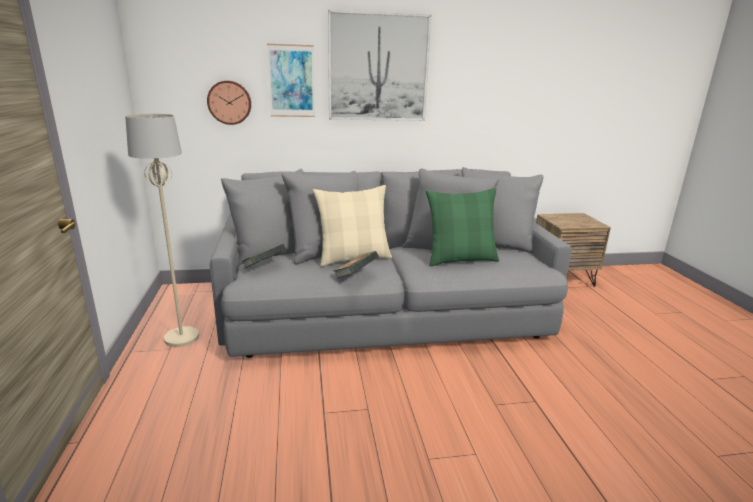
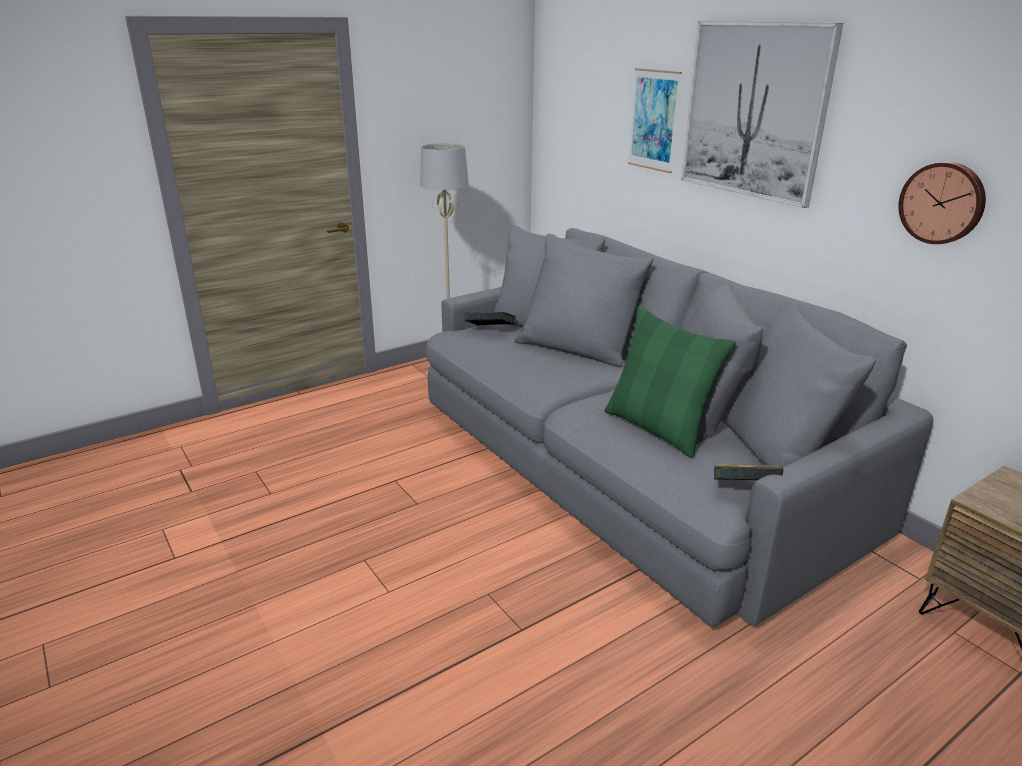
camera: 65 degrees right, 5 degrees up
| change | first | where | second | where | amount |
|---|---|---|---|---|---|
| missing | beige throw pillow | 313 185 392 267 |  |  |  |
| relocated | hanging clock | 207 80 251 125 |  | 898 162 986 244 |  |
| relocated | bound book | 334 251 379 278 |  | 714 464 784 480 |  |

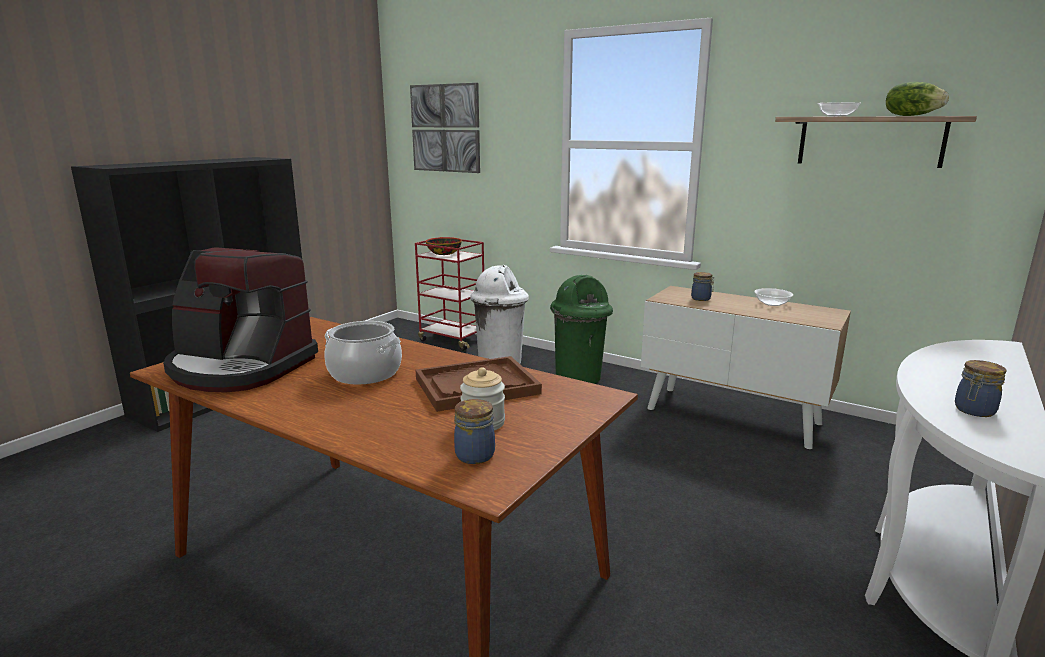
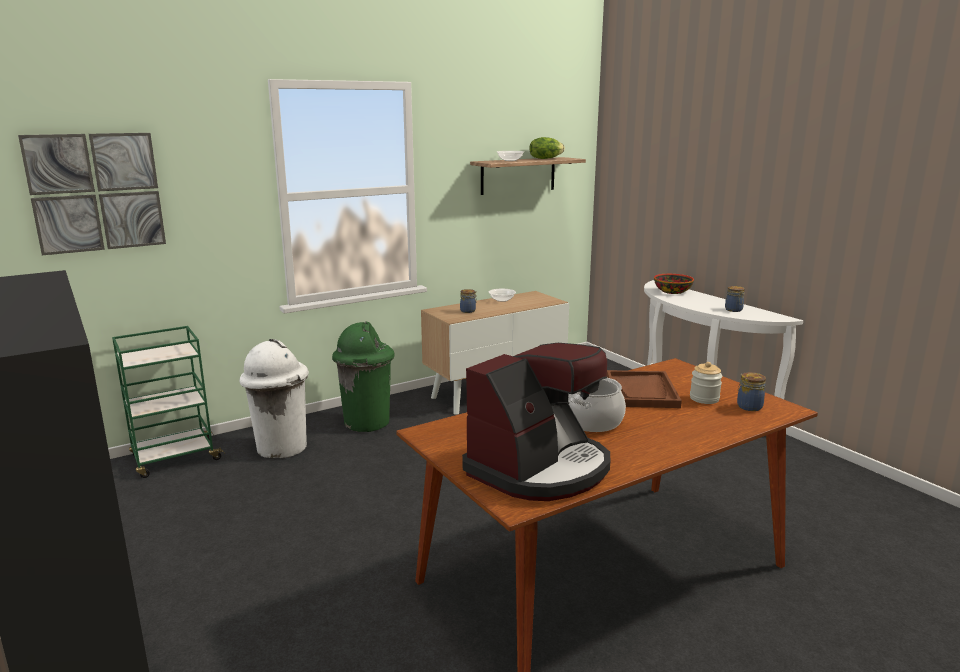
camera: 65 degrees left, 0 degrees up
| change | first | where | second | where | amount |
|---|---|---|---|---|---|
| relocated | serving bowl | 426 237 462 255 |  | 654 274 694 294 |  |
| colour | reddish wheeled cart | 415 239 484 351 | green-coloured wheeled cart | 112 326 225 478 |  |

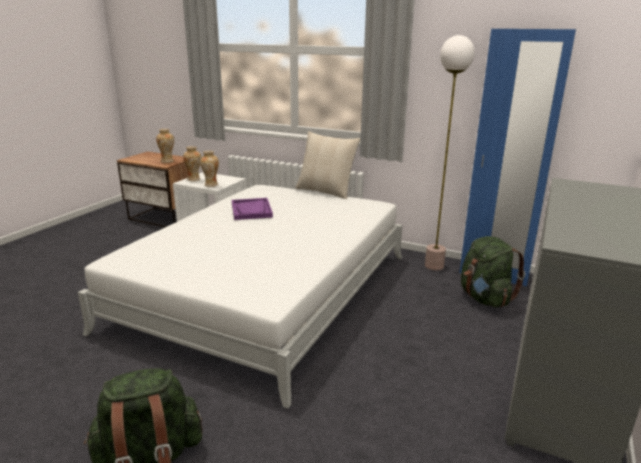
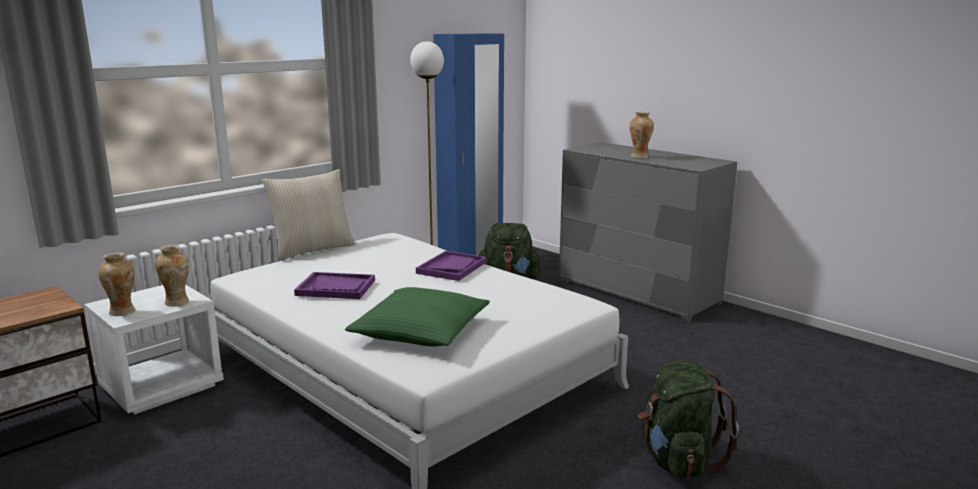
camera: 70 degrees left, 5 degrees down
| change | first | where | second | where | amount |
|---|---|---|---|---|---|
| appeared |  |  | green-coloured throw pillow | 345 287 490 347 |  |
| appeared |  |  | purple serving tray | 416 251 486 281 |  |
| relocated | vase | 156 129 174 163 |  | 630 112 654 159 |  |

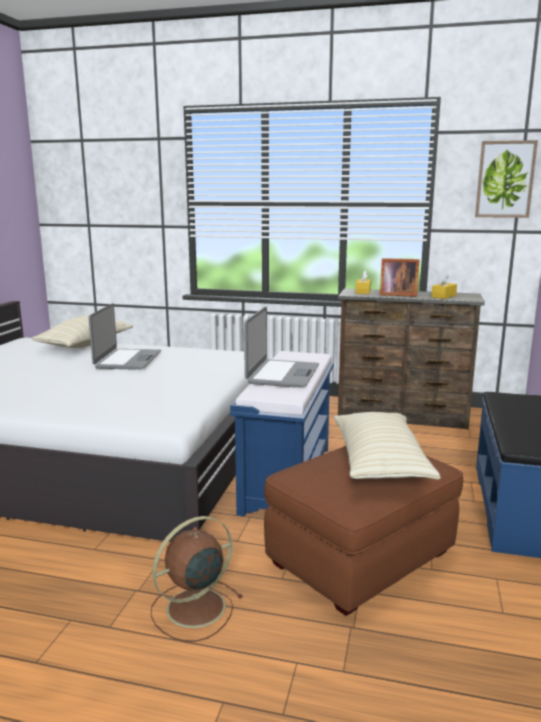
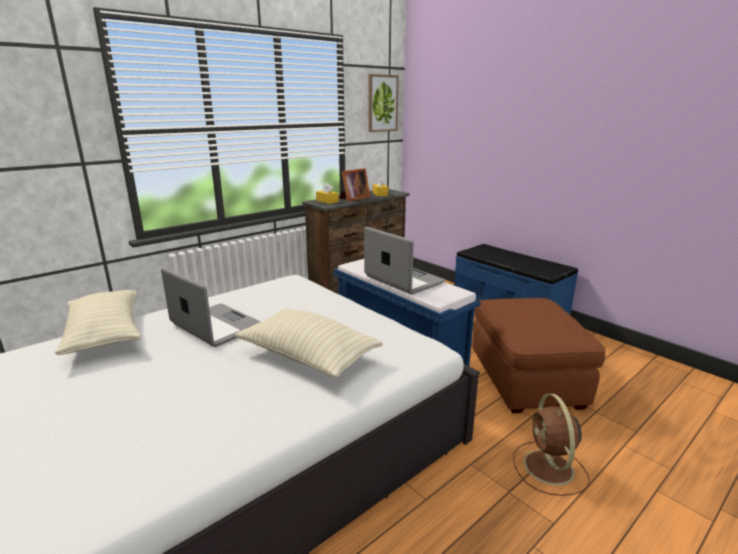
camera: 55 degrees left, 5 degrees up
| change | first | where | second | where | amount |
|---|---|---|---|---|---|
| relocated | beige throw pillow | 334 412 441 480 |  | 234 308 383 378 |  |

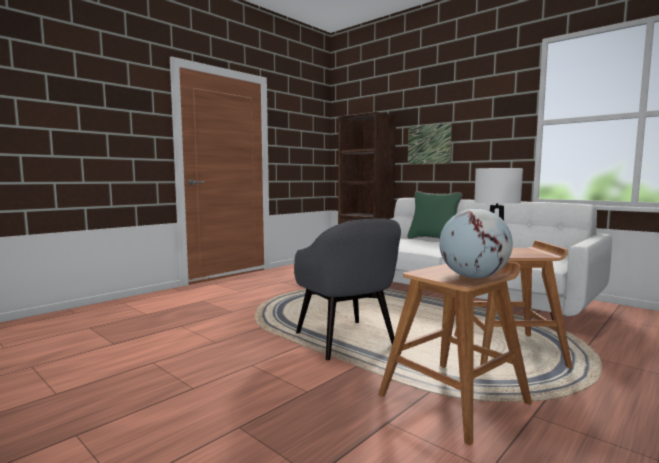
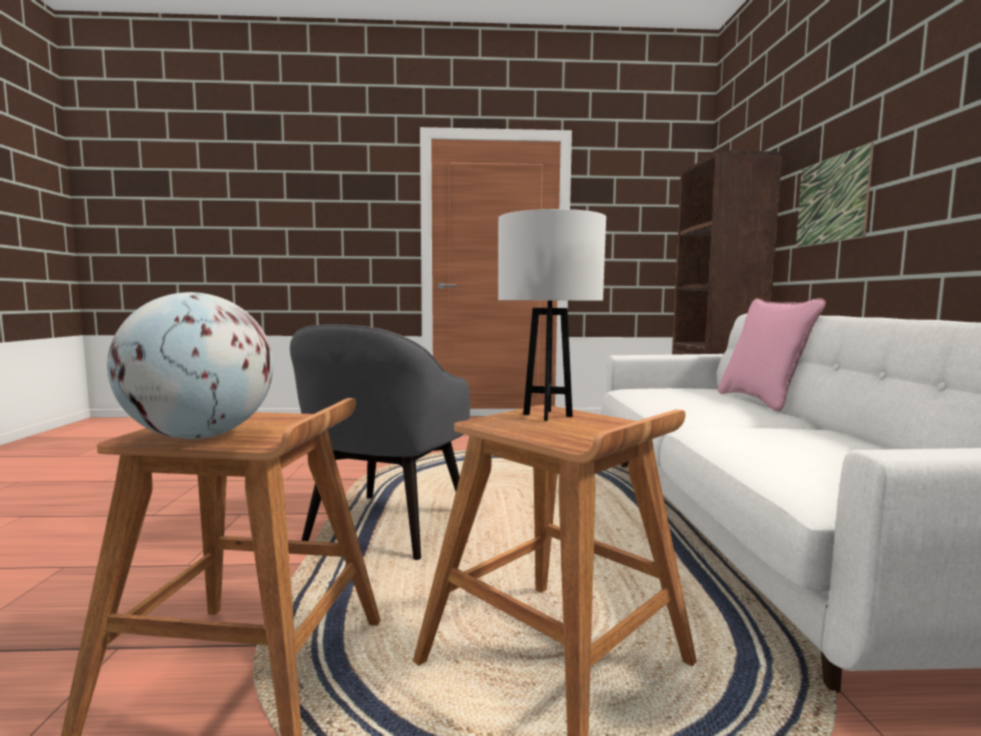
camera: 45 degrees right, 0 degrees up
| change | first | where | second | where | amount |
|---|---|---|---|---|---|
| colour | green-coloured throw pillow | 407 191 462 239 | pink-coloured throw pillow | 718 298 825 411 |  |

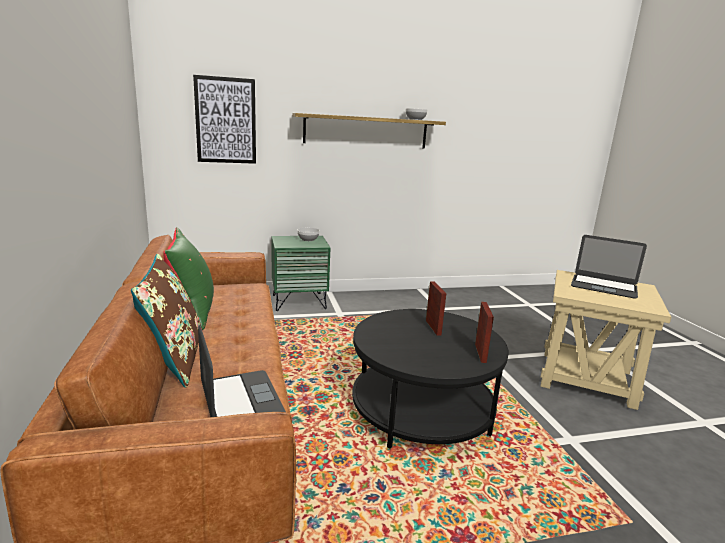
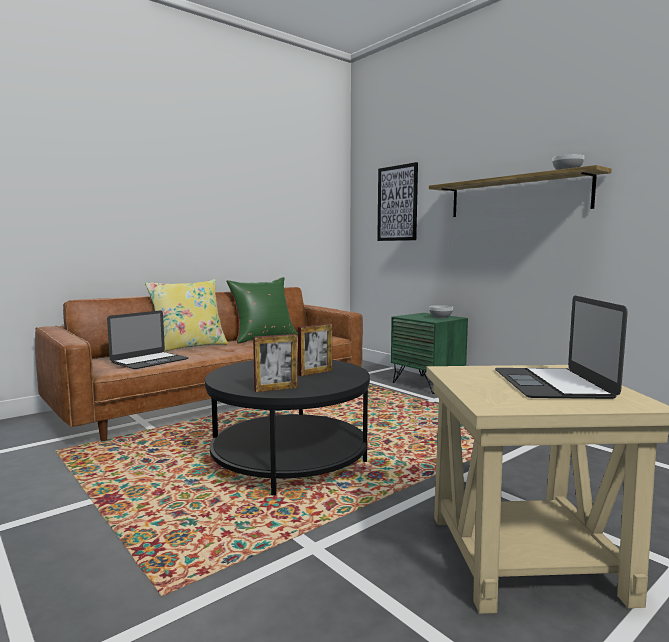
camera: 65 degrees right, 10 degrees down
| change | first | where | second | where | amount |
|---|---|---|---|---|---|
| colour | brownish throw pillow | 131 254 200 388 | yellowish throw pillow | 145 279 228 352 |  |

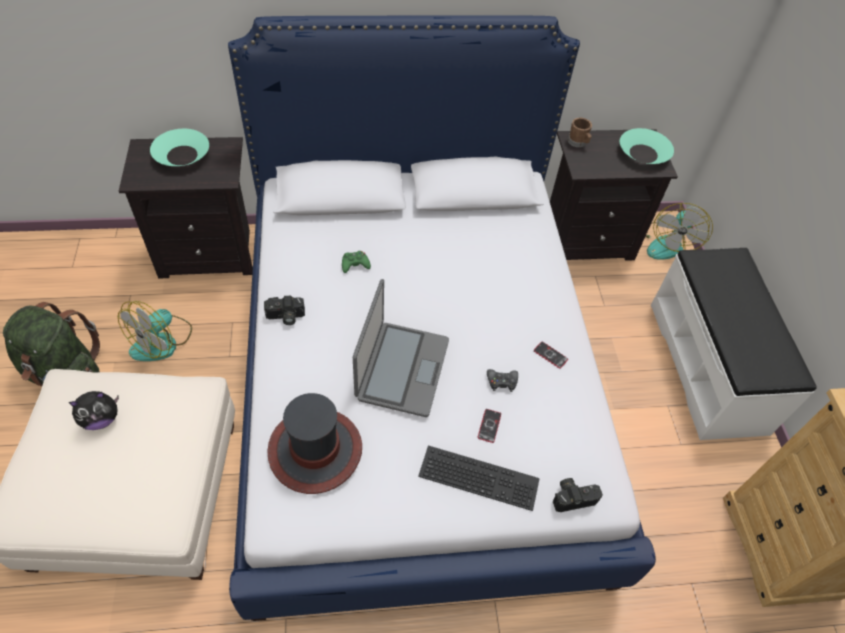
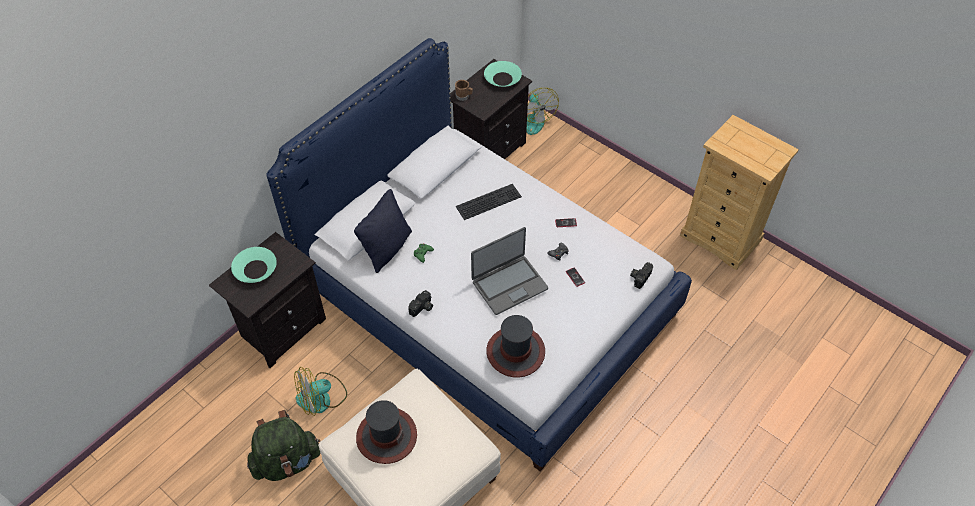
camera: 40 degrees left, 0 degrees up
| change | first | where | second | where | amount |
|---|---|---|---|---|---|
| missing | whitish long seat | 651 248 817 440 |  |  |  |
| appeared |  |  | blackish throw pillow | 354 189 412 273 |  |
| relocated | PC keyboard | 418 445 540 511 |  | 456 184 522 220 |  |
| exchanged | cuddly toy | 69 391 119 430 | hat | 356 400 417 464 |  |
| spun | fan | 118 301 192 361 |  | 294 367 347 416 | 75 degrees clockwise |
| spun | notebook computer | 353 279 449 417 |  | 471 227 548 315 | 90 degrees clockwise |

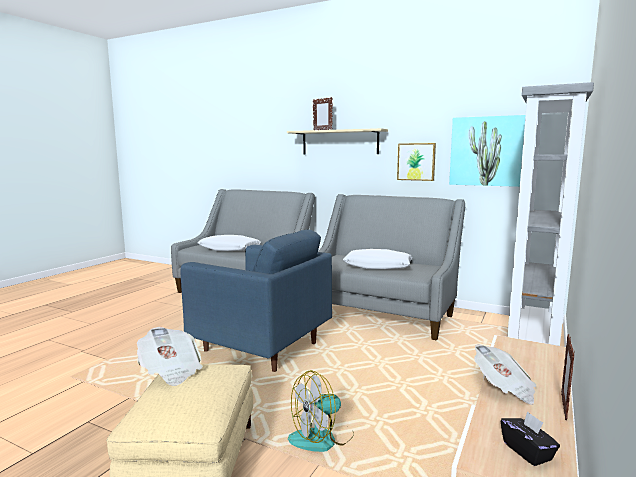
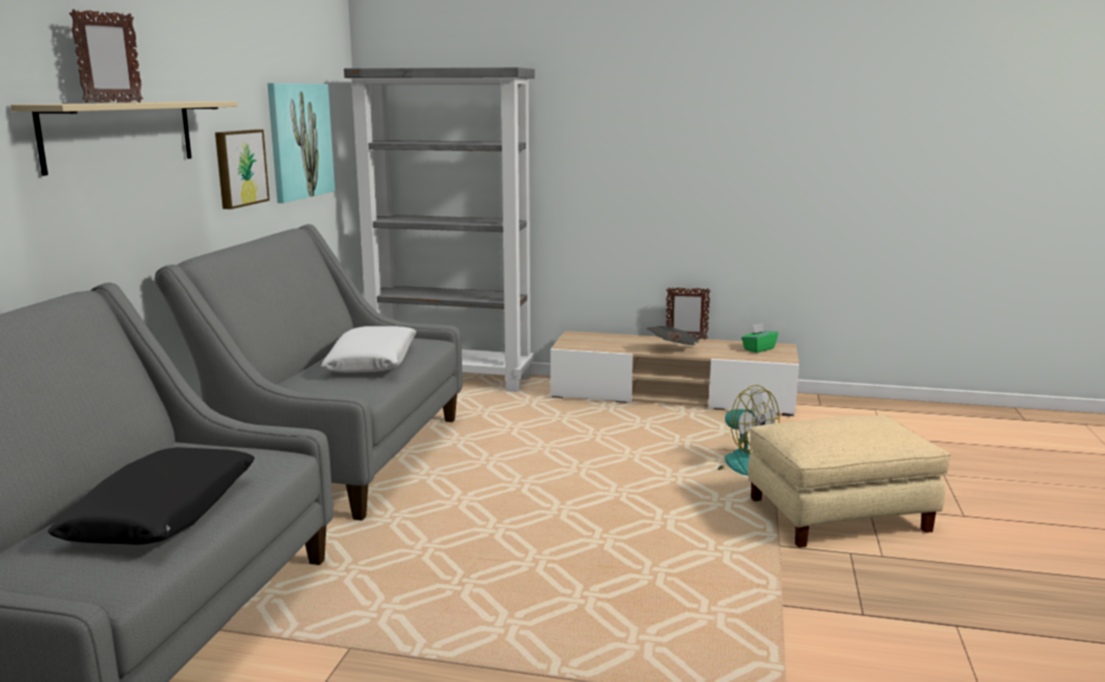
camera: 105 degrees left, 5 degrees up
| change | first | where | second | where | amount |
|---|---|---|---|---|---|
| missing | daily paper | 137 327 203 386 |  |  |  |
| missing | blue armchair | 181 229 332 372 |  |  |  |
| colour | whitish throw pillow | 197 235 261 251 | blackish throw pillow | 48 447 255 545 |  |
| colour | blackish box of tissues | 501 411 560 466 | green-coloured box of tissues | 741 323 778 353 |  |

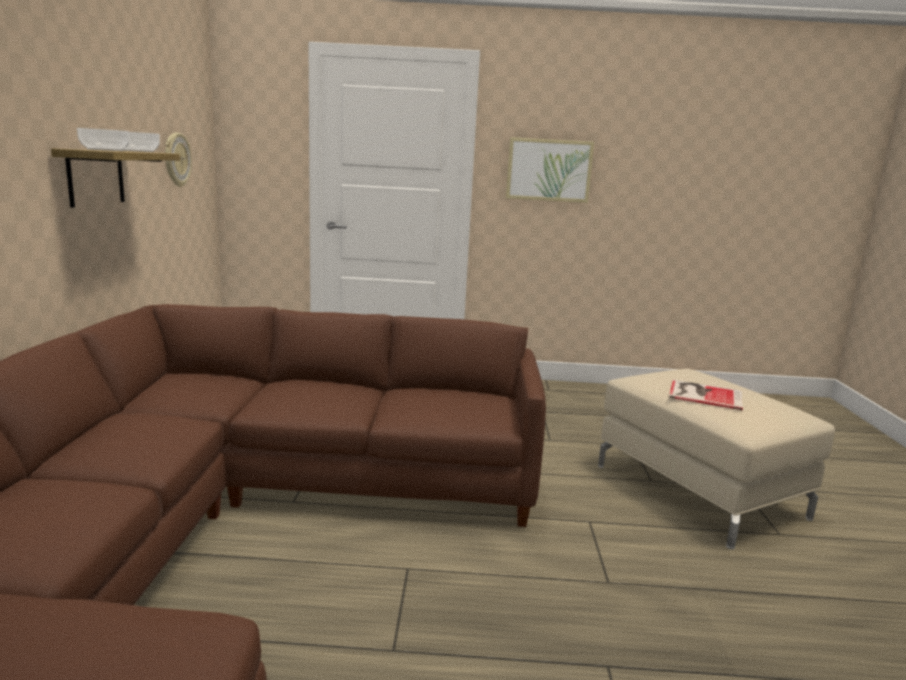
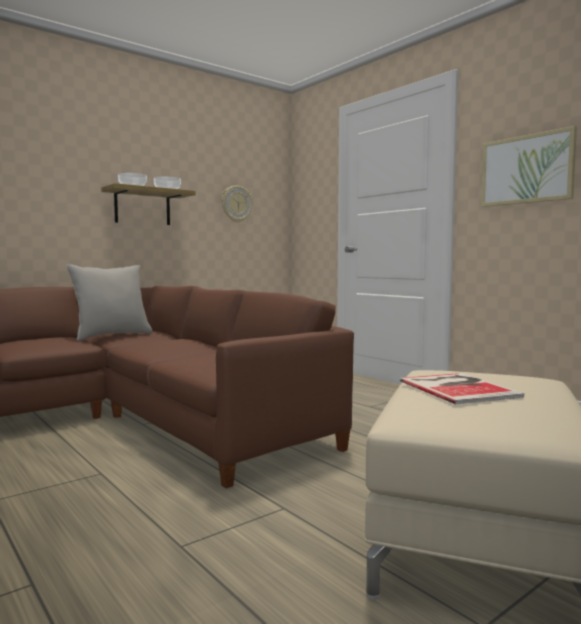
camera: 50 degrees right, 10 degrees down
| change | first | where | second | where | amount |
|---|---|---|---|---|---|
| appeared |  |  | gray throw pillow | 66 264 153 341 |  |

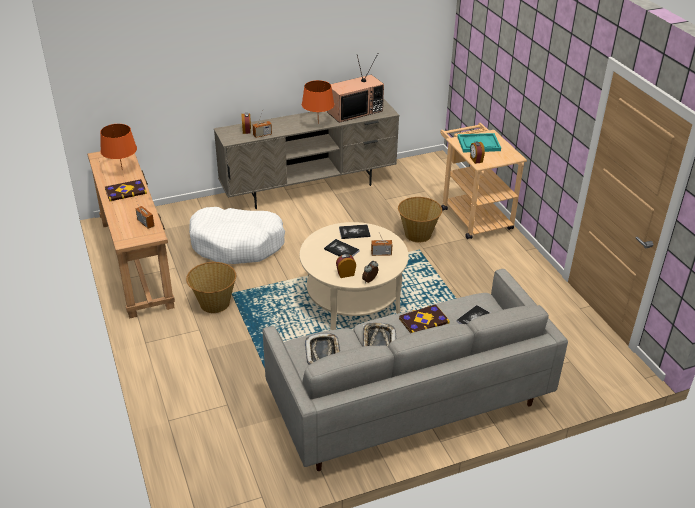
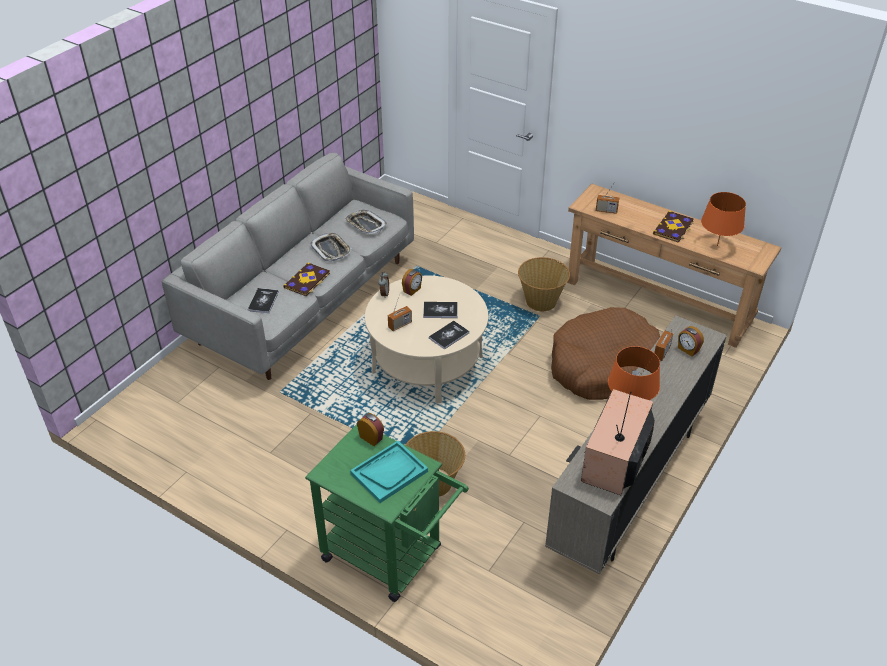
camera: 145 degrees right, 5 degrees up
| change | first | where | second | where | amount |
|---|---|---|---|---|---|
| colour | whitish dog cushion | 189 207 285 264 | brownish dog cushion | 551 307 660 400 |  |
| colour | beige wheeled cart | 440 123 527 239 | green-coloured wheeled cart | 305 424 469 602 |  |

